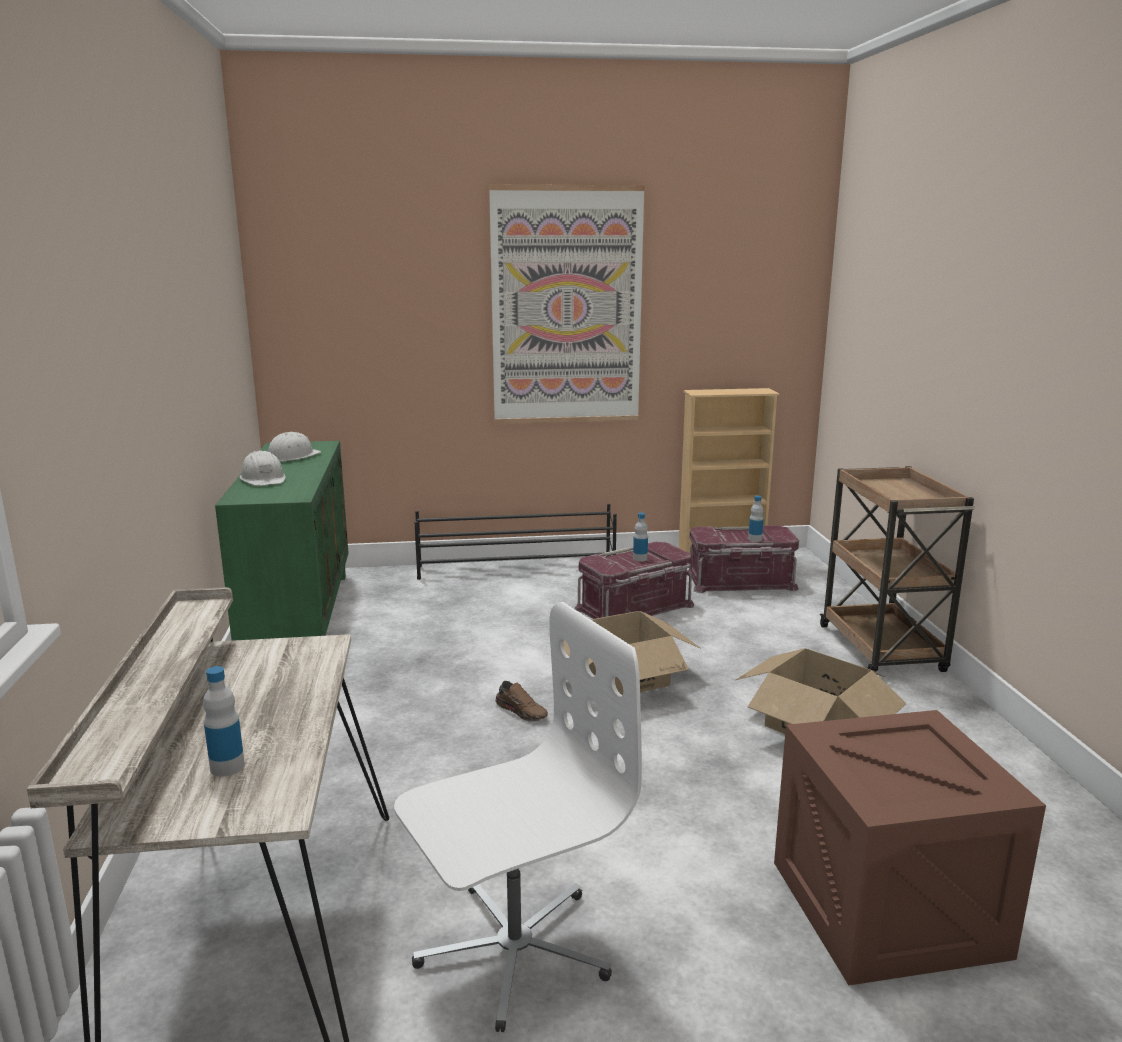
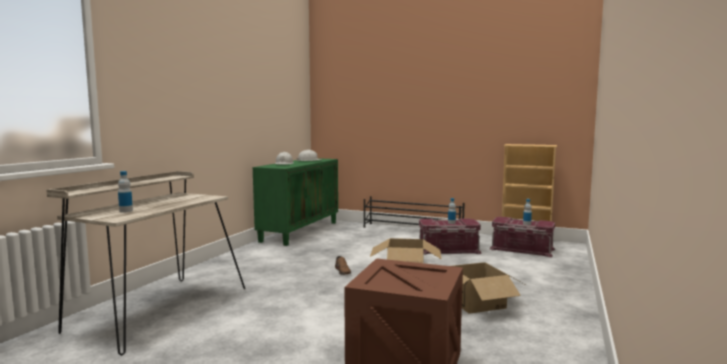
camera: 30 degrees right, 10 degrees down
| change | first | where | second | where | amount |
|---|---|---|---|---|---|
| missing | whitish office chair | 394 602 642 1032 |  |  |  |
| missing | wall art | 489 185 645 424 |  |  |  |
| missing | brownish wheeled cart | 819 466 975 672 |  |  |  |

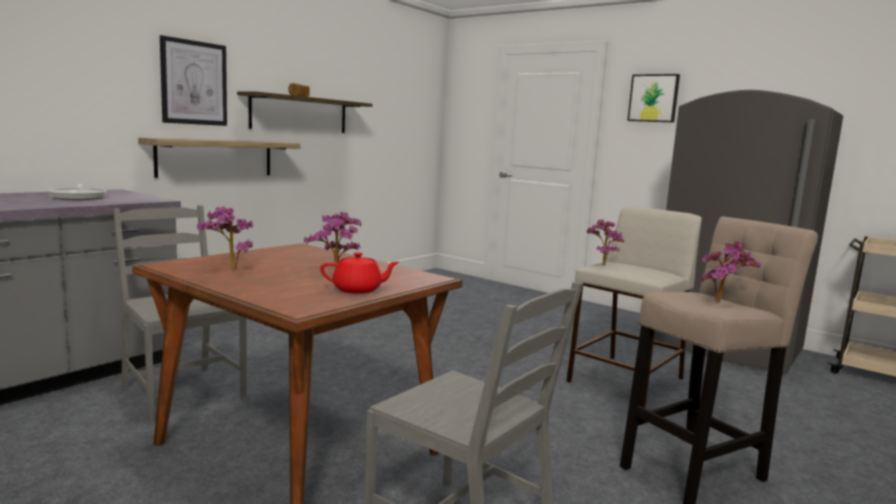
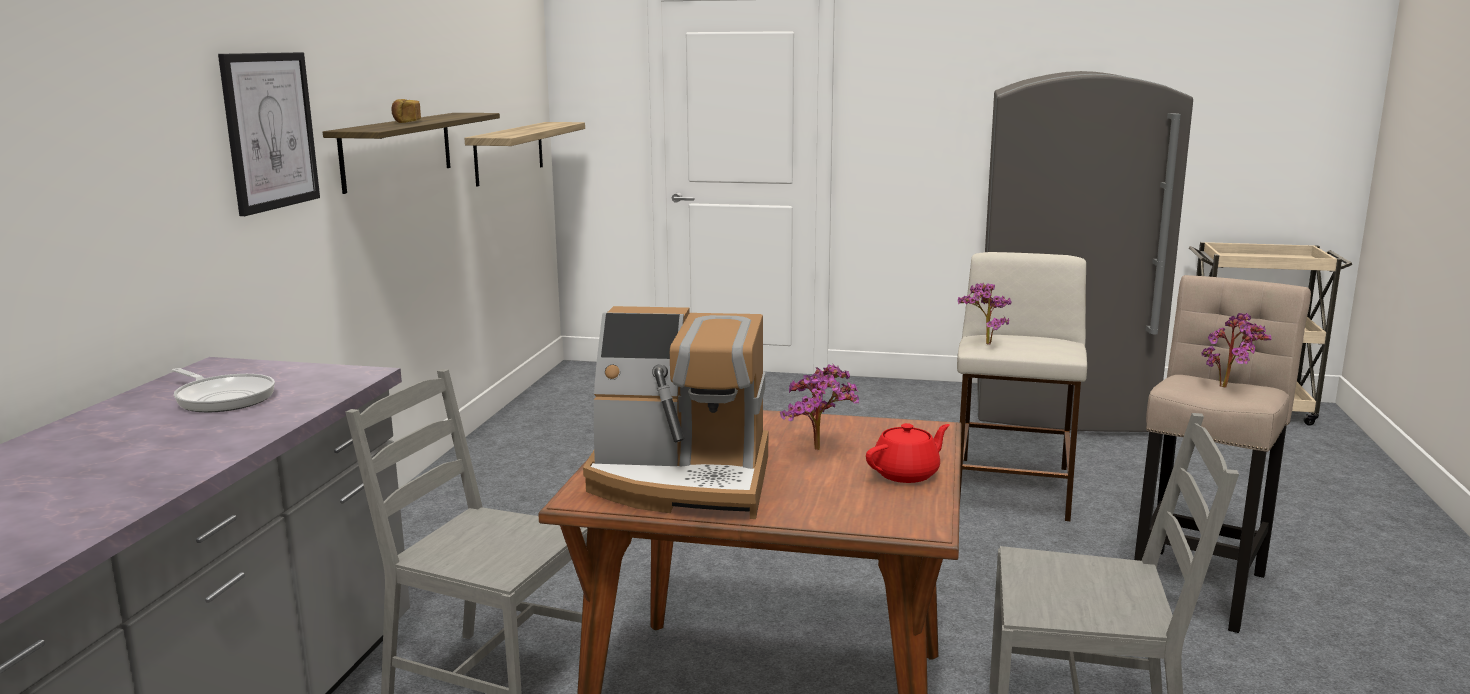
camera: 25 degrees left, 5 degrees up
| change | first | where | second | where | amount |
|---|---|---|---|---|---|
| missing | wall art | 627 74 680 123 |  |  |  |
| relocated | bracket shelf | 138 138 300 178 |  | 464 122 585 187 |  |
| exchanged | houseplant | 197 206 253 270 | coffee maker | 583 306 768 519 |  |

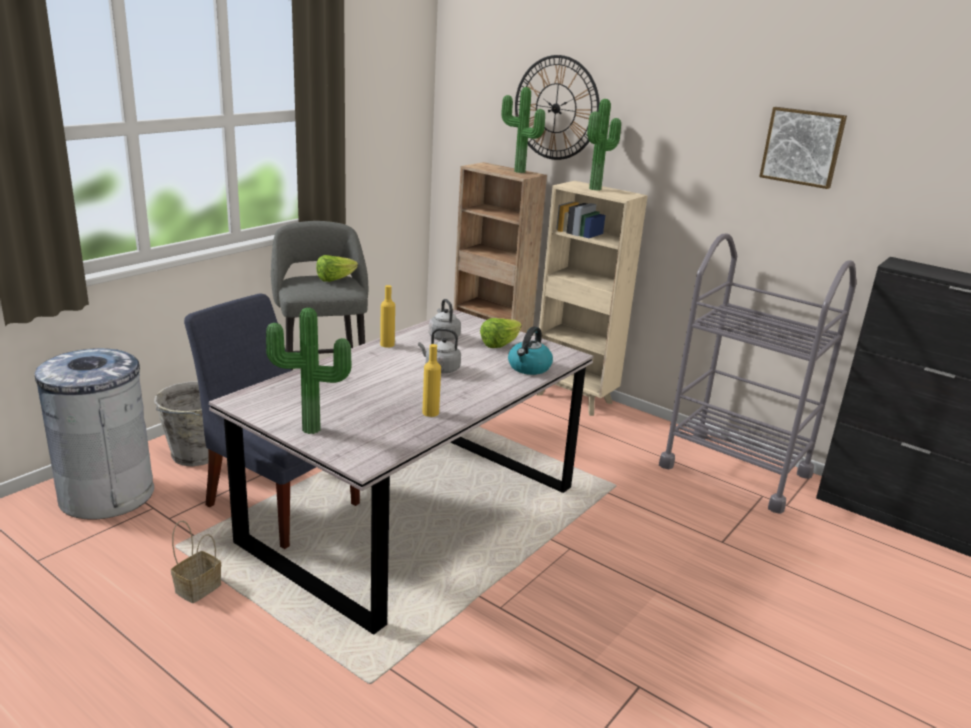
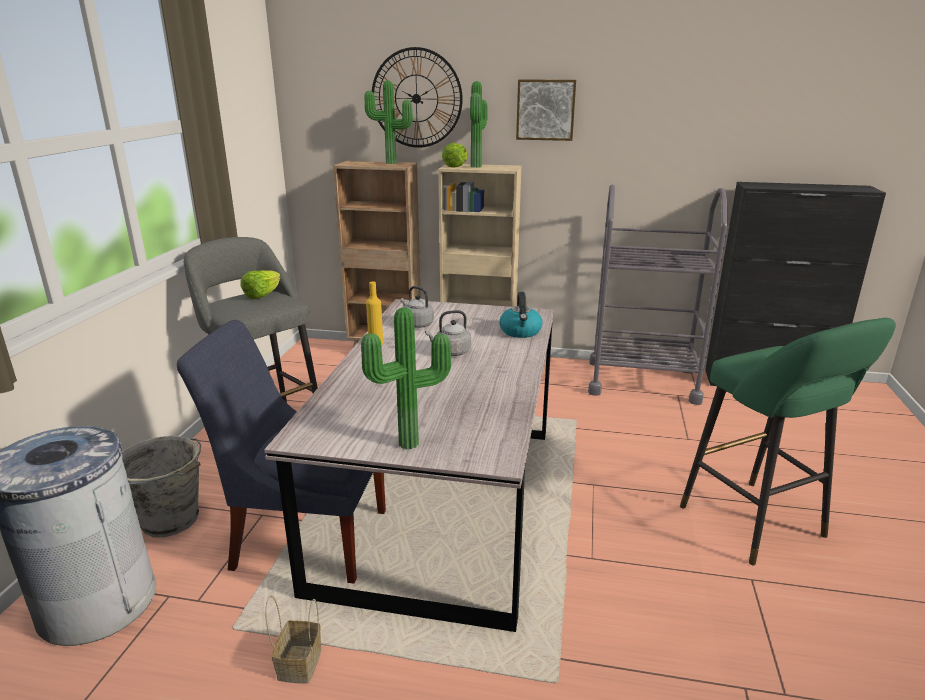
camera: 25 degrees left, 0 degrees up
| change | first | where | second | where | amount |
|---|---|---|---|---|---|
| missing | yellowish bottle | 422 344 441 417 |  |  |  |
| appeared |  |  | green-coloured stool | 680 318 896 565 |  |
| relocated | head of lettuce | 480 318 522 348 |  | 442 143 467 168 |  |
| relocated | wall art | 759 107 847 189 |  | 516 79 576 141 |  |

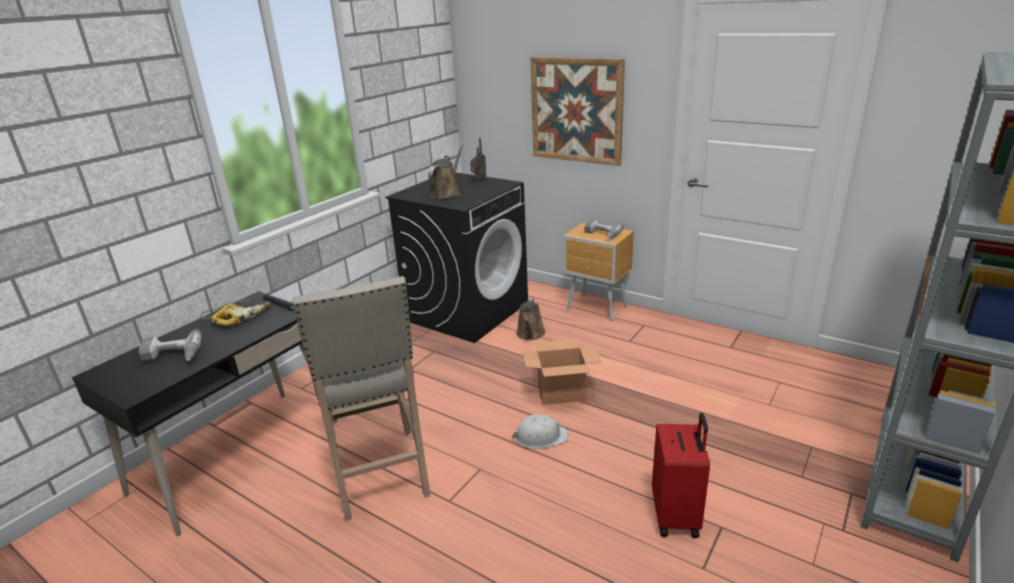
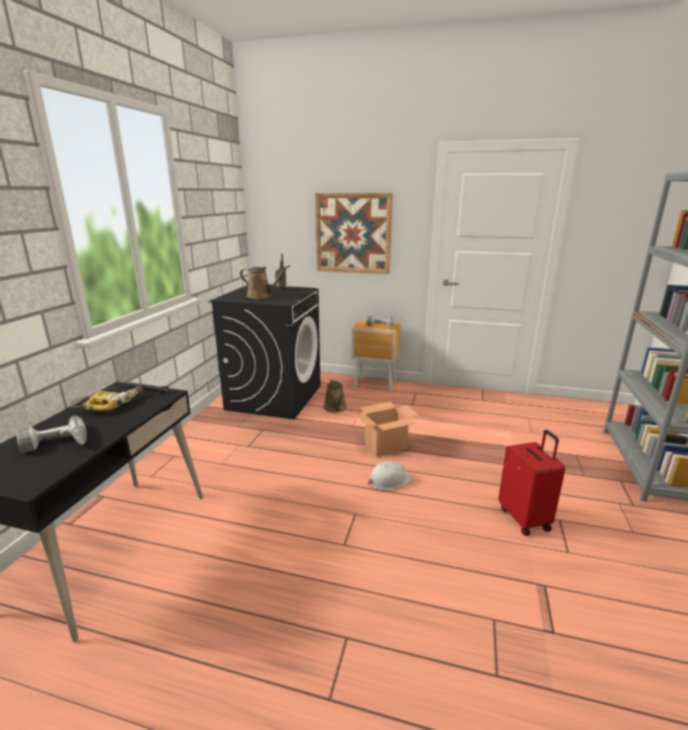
camera: 20 degrees left, 5 degrees down
| change | first | where | second | where | amount |
|---|---|---|---|---|---|
| missing | beige stool | 292 276 431 521 |  |  |  |
| spun | brownish watering pot | 428 145 463 199 |  | 240 265 290 299 | 105 degrees clockwise |

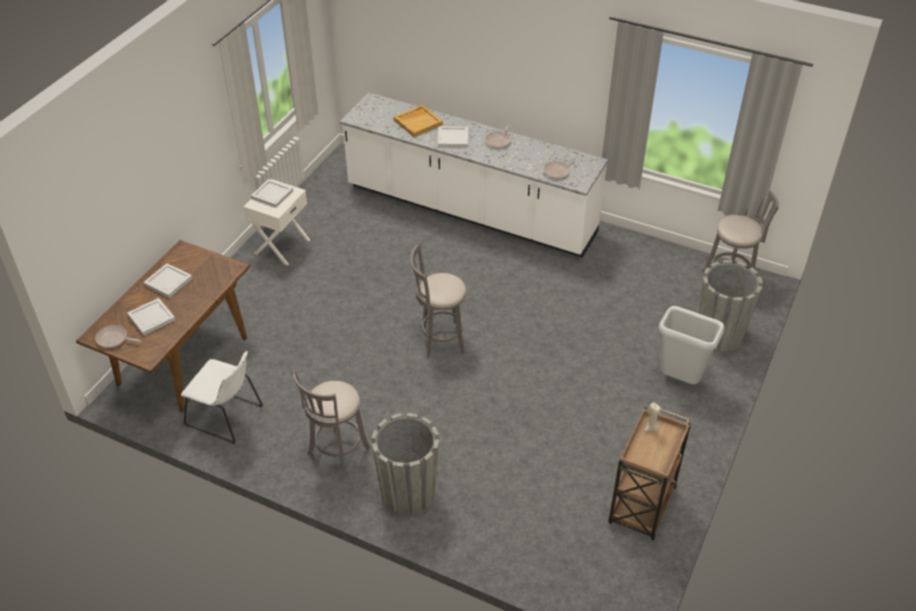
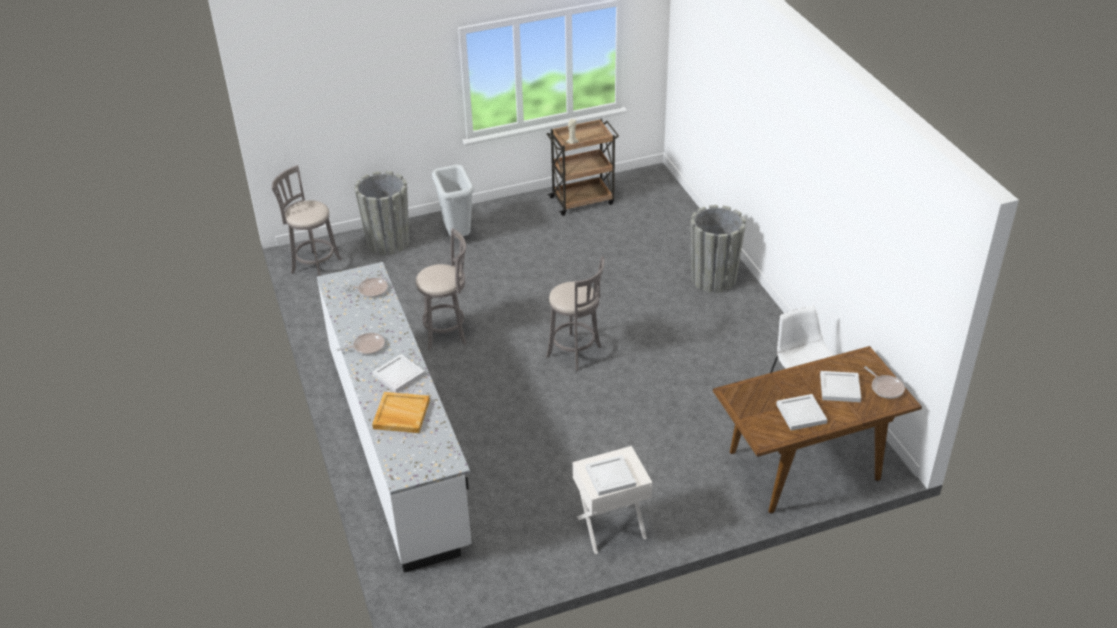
camera: 135 degrees left, 5 degrees down
| change | first | where | second | where | amount |
|---|---|---|---|---|---|
| relocated | gray stool | 292 370 371 476 |  | 416 228 467 350 |  |

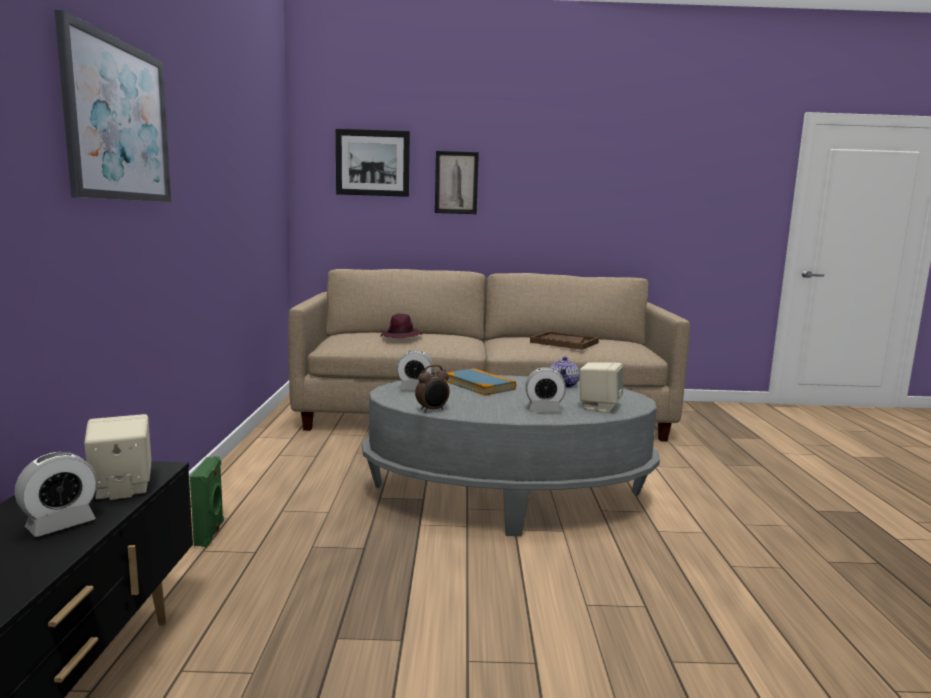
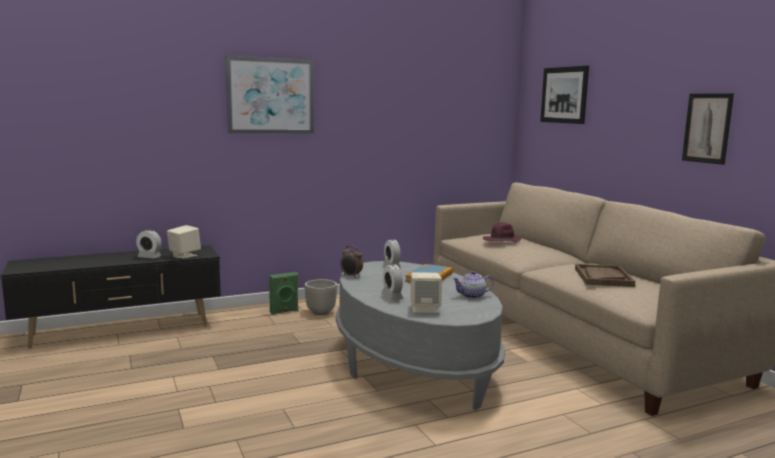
camera: 65 degrees right, 0 degrees up
| change | first | where | second | where | amount |
|---|---|---|---|---|---|
| appeared |  |  | gray planter | 304 279 337 315 |  |
| relocated | wall art | 435 151 479 214 |  | 682 93 734 165 |  |

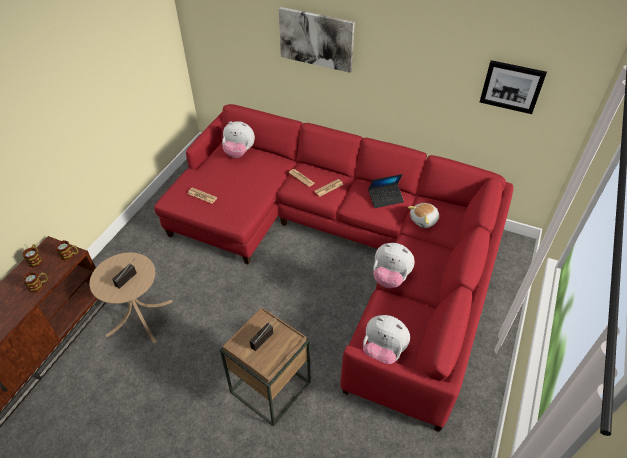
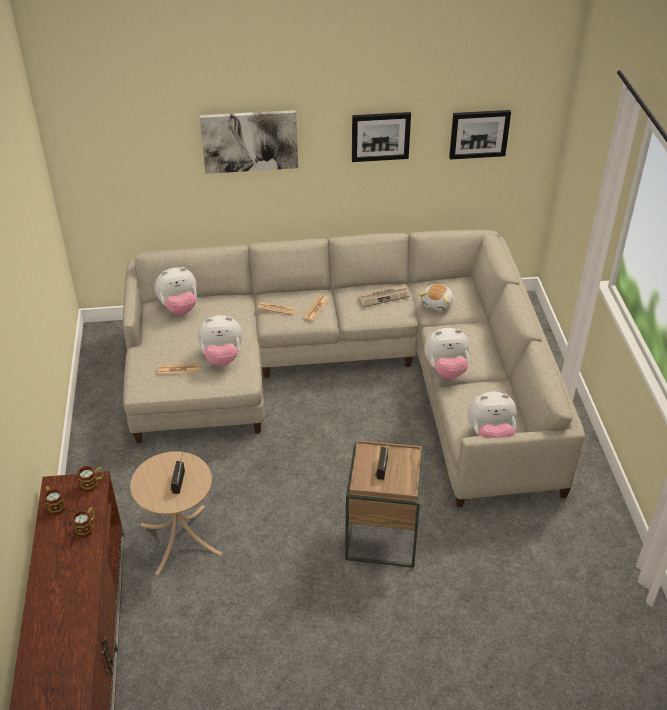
camera: 30 degrees left, 5 degrees down
| change | first | where | second | where | amount |
|---|---|---|---|---|---|
| appeared |  |  | cuddly toy | 198 315 243 366 |  |
| appeared |  |  | wall art | 352 112 411 162 |  |
| exchanged | notebook computer | 368 174 404 208 | daily paper | 358 284 409 307 |  |
| colour | reddish couch | 154 104 513 432 | beige couch | 123 230 585 507 |  |

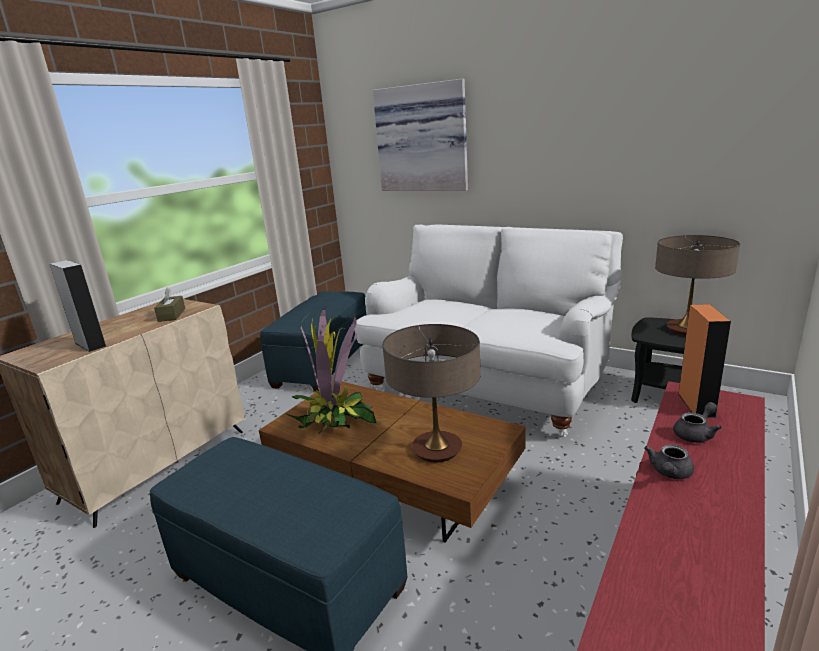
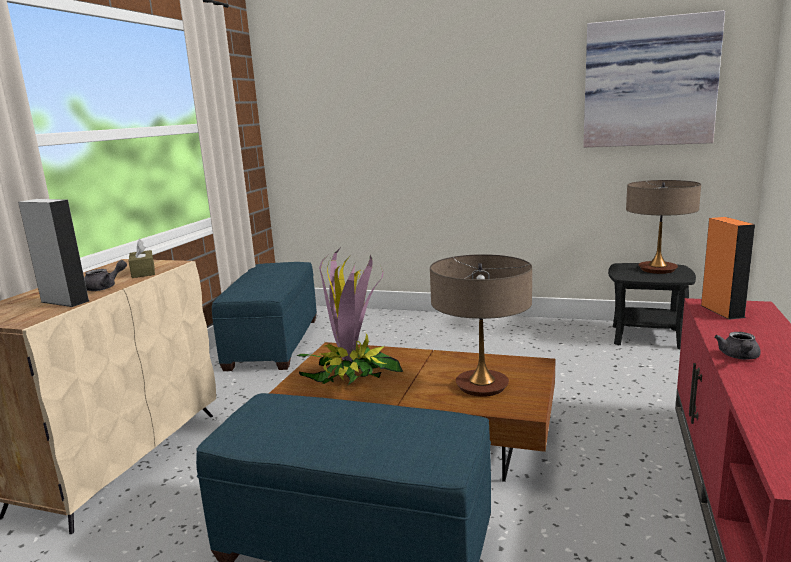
camera: 15 degrees left, 5 degrees down
| change | first | where | second | where | amount |
|---|---|---|---|---|---|
| missing | whitish couch | 355 224 623 437 |  |  |  |
| relocated | wall art | 373 79 468 191 |  | 583 10 725 147 |  |
| relocated | gray teapot | 673 402 722 443 |  | 84 260 127 291 |  |

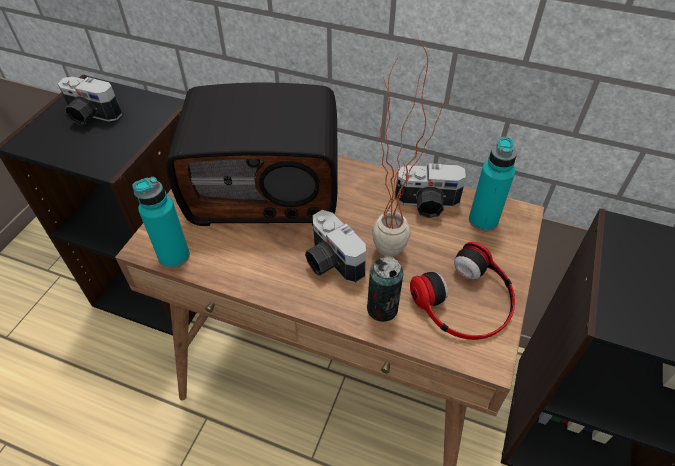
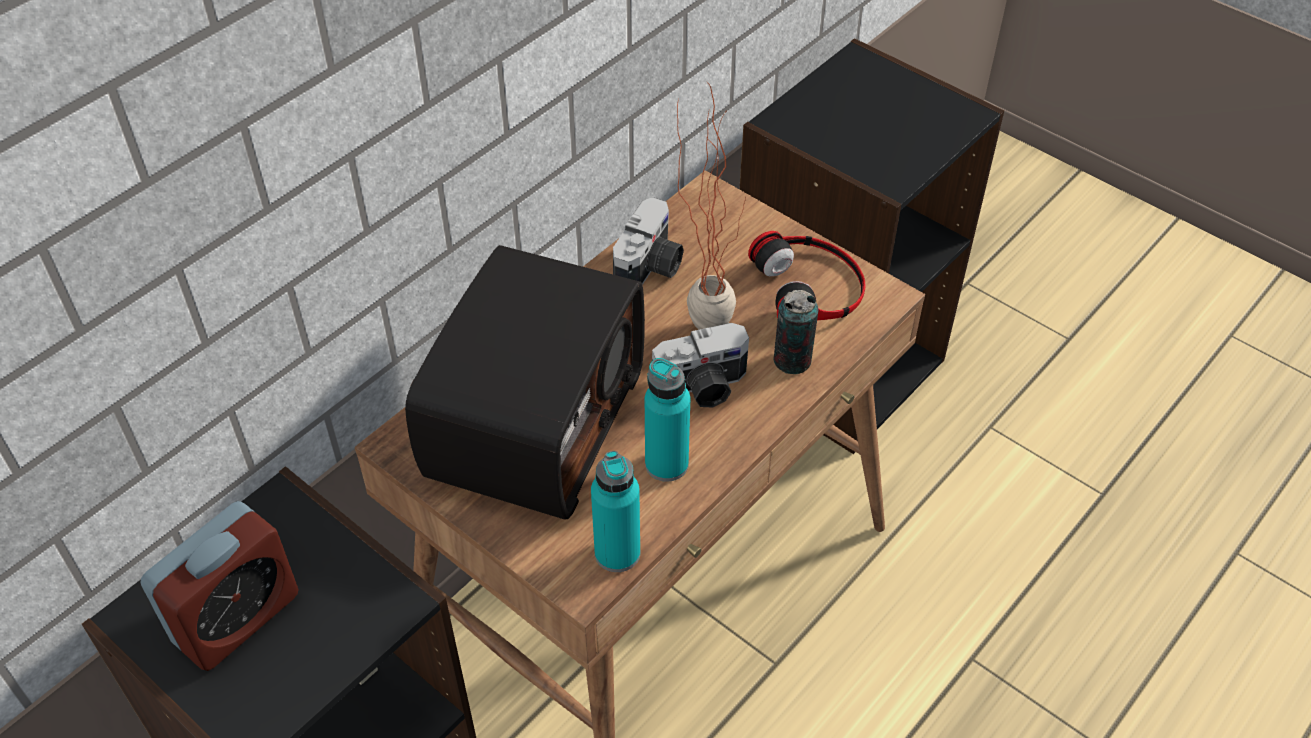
camera: 70 degrees left, 0 degrees up
| change | first | where | second | where | amount |
|---|---|---|---|---|---|
| relocated | blue-green bottle | 469 137 517 231 |  | 645 358 690 482 |  |
| exchanged | still camera | 57 77 122 125 | bedside clock | 140 501 299 671 |  |

